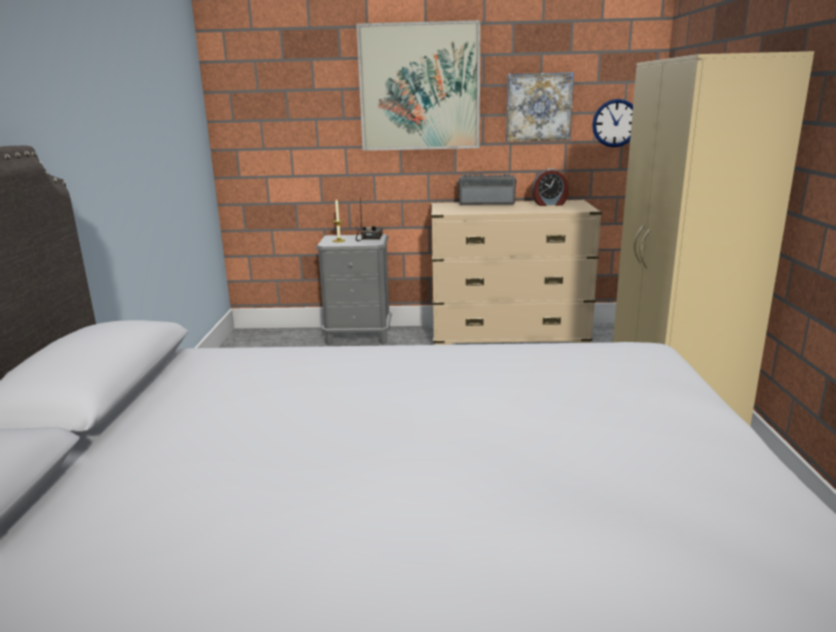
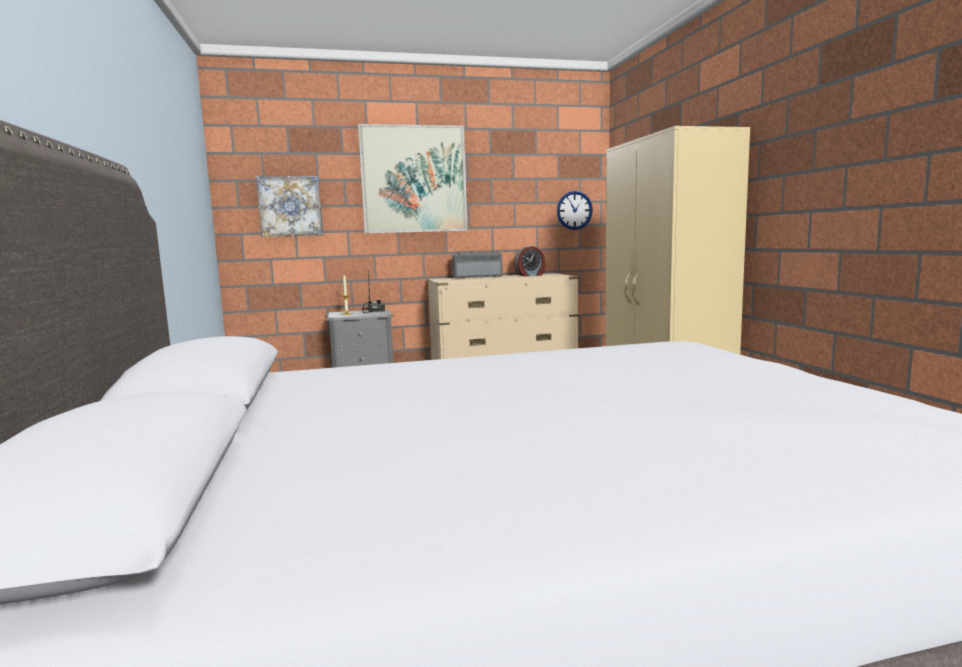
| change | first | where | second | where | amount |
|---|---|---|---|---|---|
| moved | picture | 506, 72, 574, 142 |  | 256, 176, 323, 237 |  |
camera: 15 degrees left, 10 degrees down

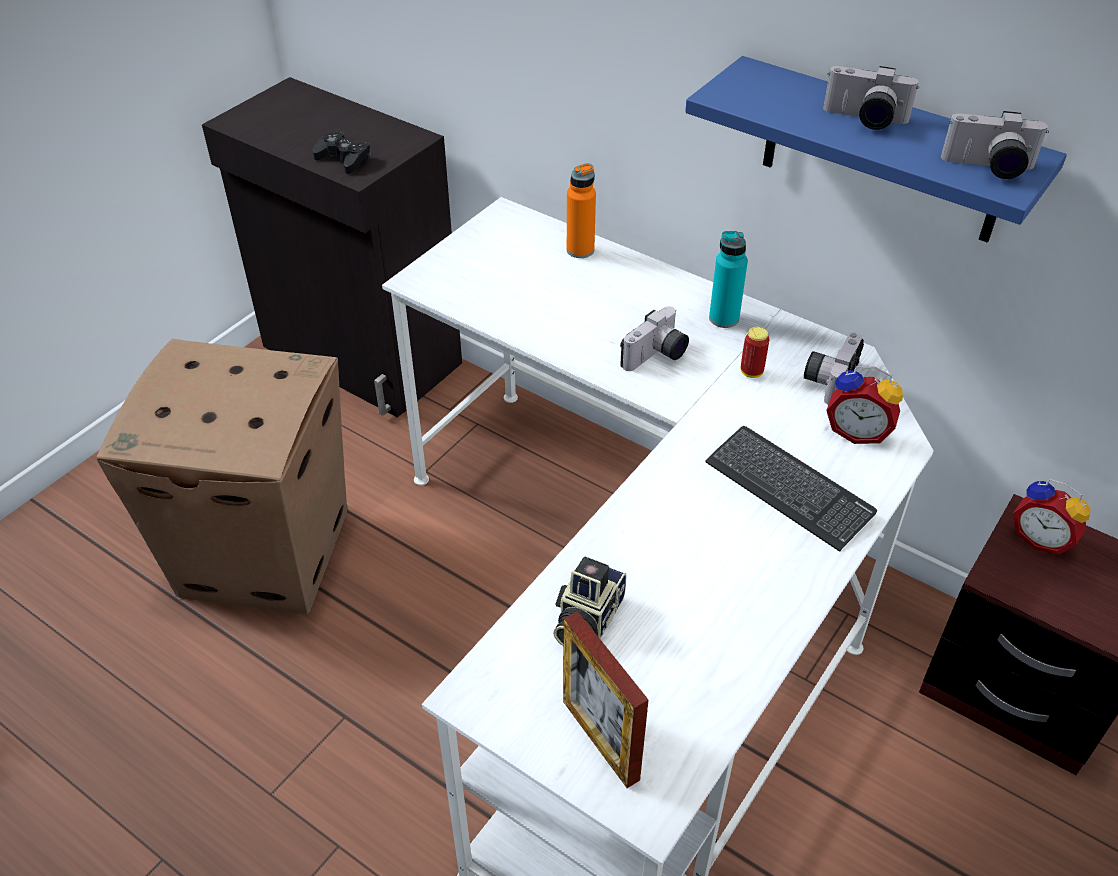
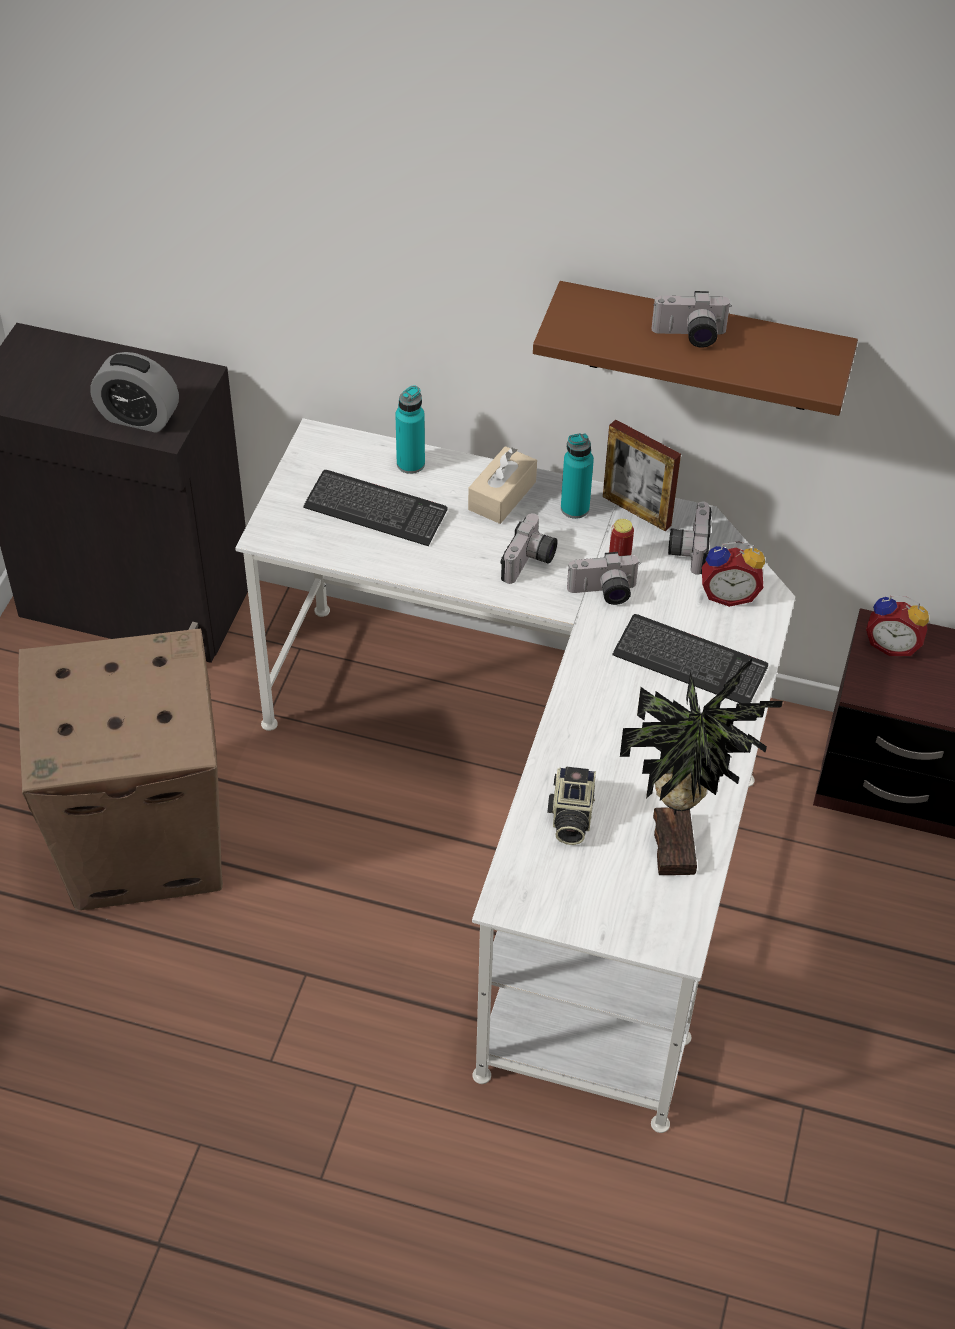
| change | first | where | second | where | amount |
|---|---|---|---|---|---|
| replaced | black gamepad | 313, 131, 371, 174 | bedside clock | 90, 352, 179, 433 |  |
| added |  |  | keyboard | 303, 470, 447, 546 |  |
| recoloured | orangey bottle | 567, 163, 596, 258 | turquoise-coloured bottle | 395, 385, 425, 474 |  |
| added |  |  | sand-coloured tissue holder | 468, 446, 537, 524 |  |
| recoloured | blue-coloured shelf | 685, 56, 1067, 243 | brown shelf | 533, 281, 858, 416 |  |
| moved | photo camera | 941, 111, 1049, 179 |  | 567, 552, 639, 605 |  |
| moved | standing frame | 563, 611, 648, 788 |  | 603, 419, 681, 532 |  |
| added |  |  | plant in a pot | 620, 659, 783, 875 |  |
camera: 20 degrees left, 5 degrees up

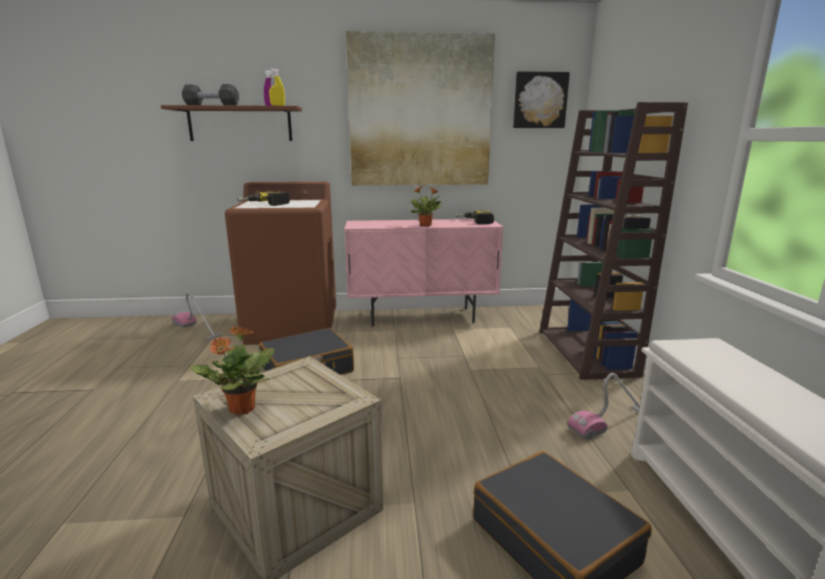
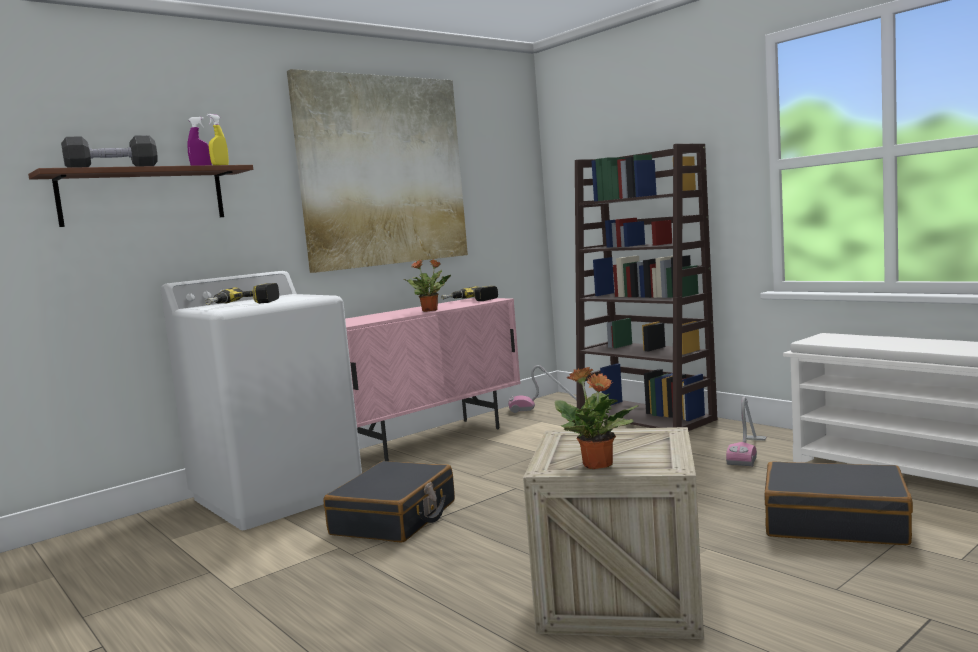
| change | first | where | second | where | amount |
|---|---|---|---|---|---|
| recoloured | brown washing machine | 225, 182, 336, 345 | whitish washing machine | 161, 271, 362, 530 |  |
| moved | vacuum cleaner | 172, 292, 222, 340 |  | 508, 365, 577, 413 |  |
| removed | picture | 513, 71, 570, 128 |  |  |  |
camera: 35 degrees left, 10 degrees down

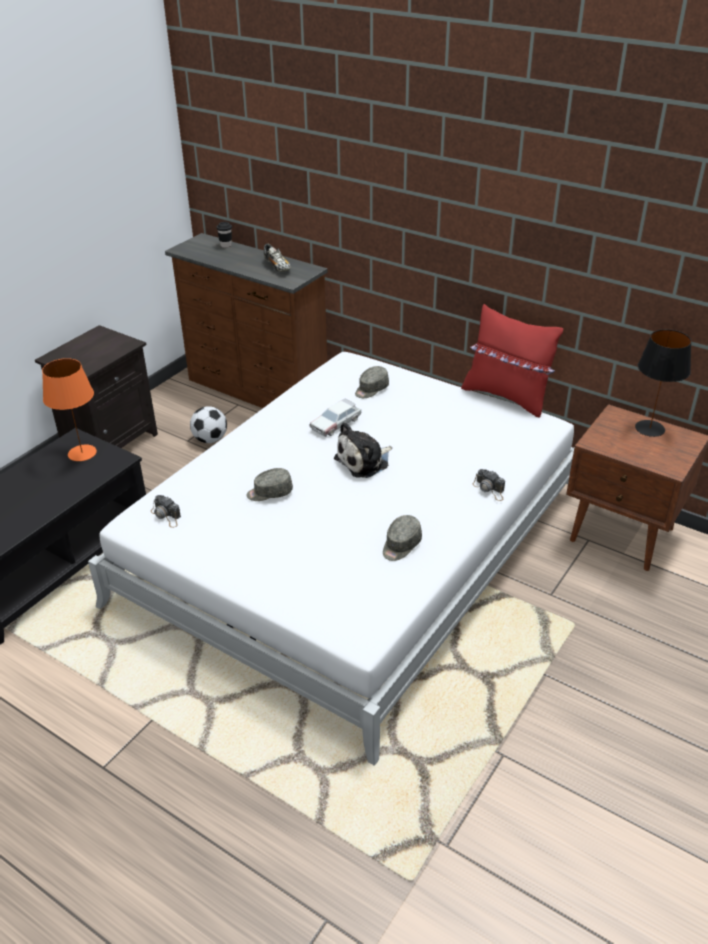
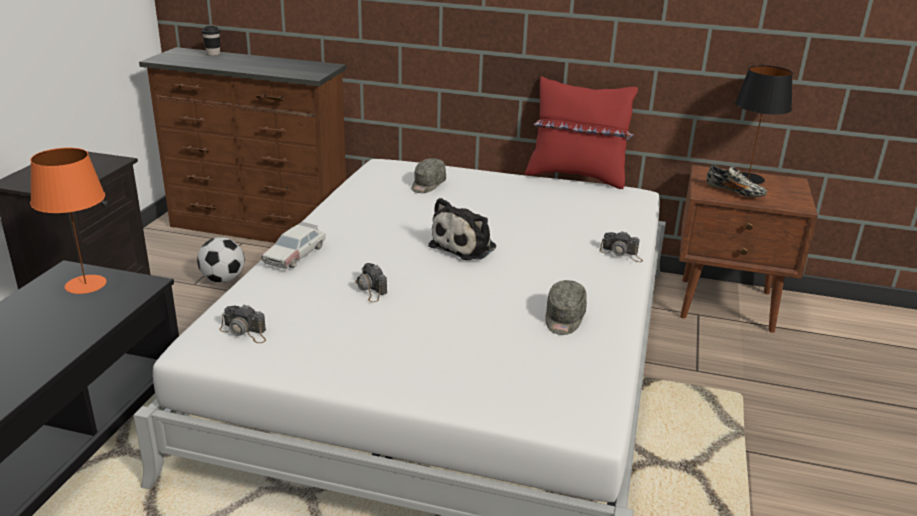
| change | first | where | second | where | amount |
|---|---|---|---|---|---|
| moved | miniature car | 309, 398, 361, 437 |  | 261, 222, 326, 270 |  |
| replaced | grey cap | 246, 468, 293, 501 | photo camera | 355, 263, 387, 302 |  |
| moved | low shoe | 264, 244, 291, 272 |  | 706, 164, 767, 197 |  |
camera: 20 degrees left, 10 degrees down

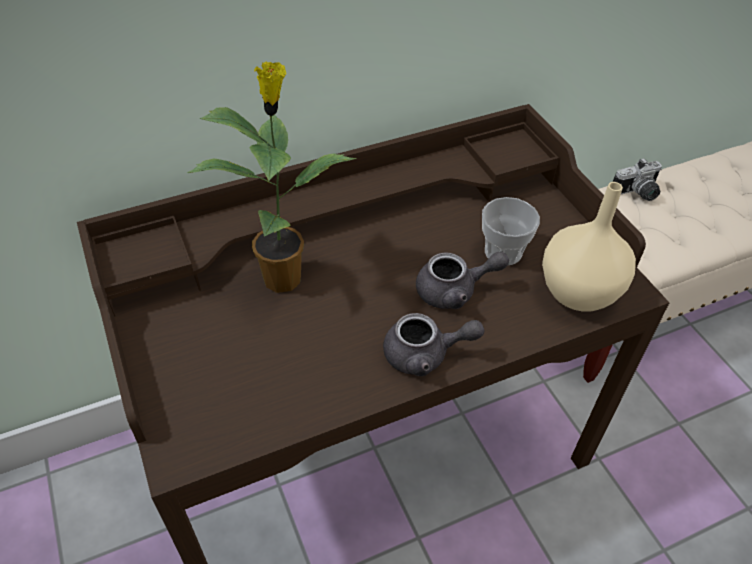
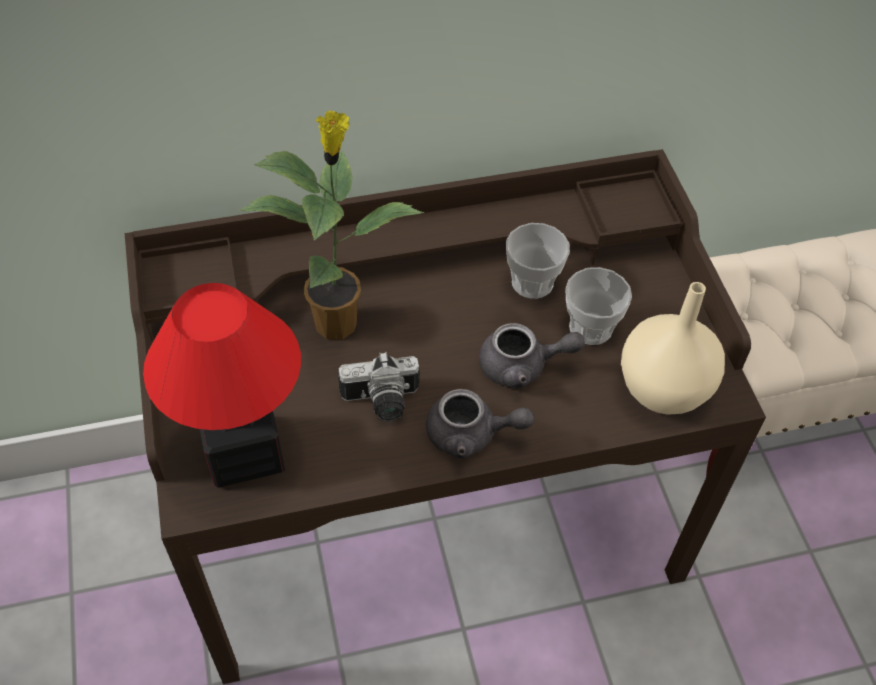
| change | first | where | second | where | amount |
|---|---|---|---|---|---|
| added |  |  | lamp for a table | 143, 283, 301, 488 |  |
| moved | photo camera | 613, 158, 662, 201 |  | 338, 352, 419, 422 |  |
| added |  |  | cup | 506, 223, 570, 299 |  |
camera: 10 degrees right, 5 degrees up

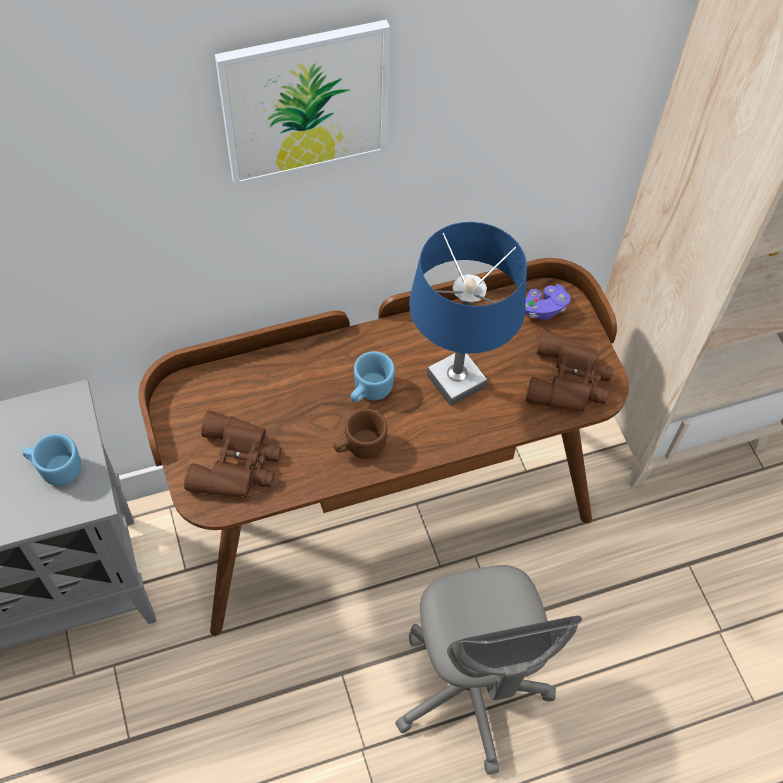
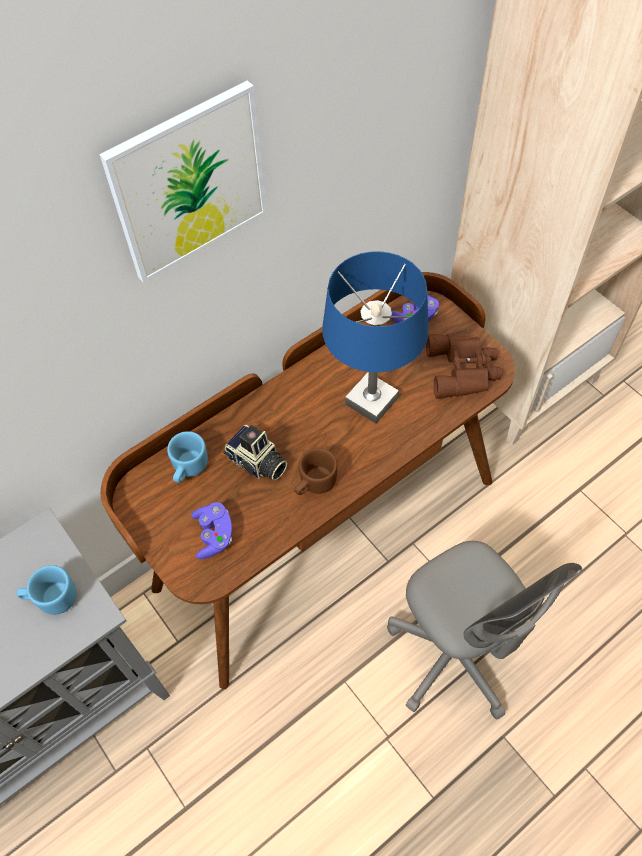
| change | first | where | second | where | amount |
|---|---|---|---|---|---|
| moved | blue-coloured mug | 350, 351, 395, 402 |  | 167, 431, 208, 483 |  |
| replaced | brown pair of binoculars | 184, 410, 281, 497 | purple gamepad | 191, 502, 232, 559 |  |
| added |  |  | photo camera | 223, 425, 288, 481 |  |
camera: 15 degrees left, 0 degrees up

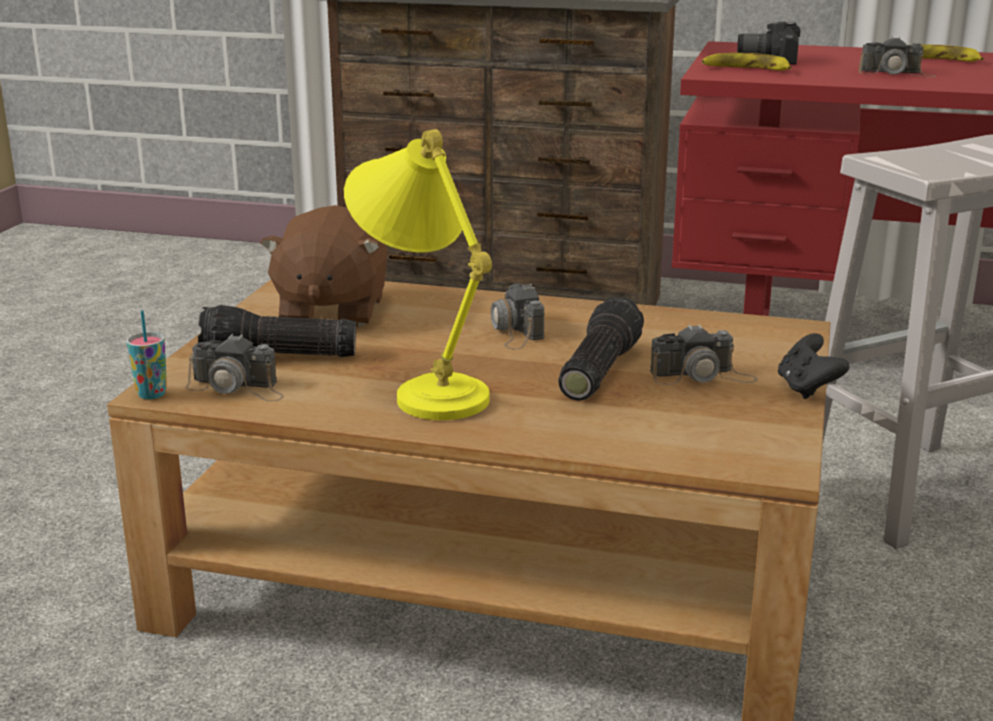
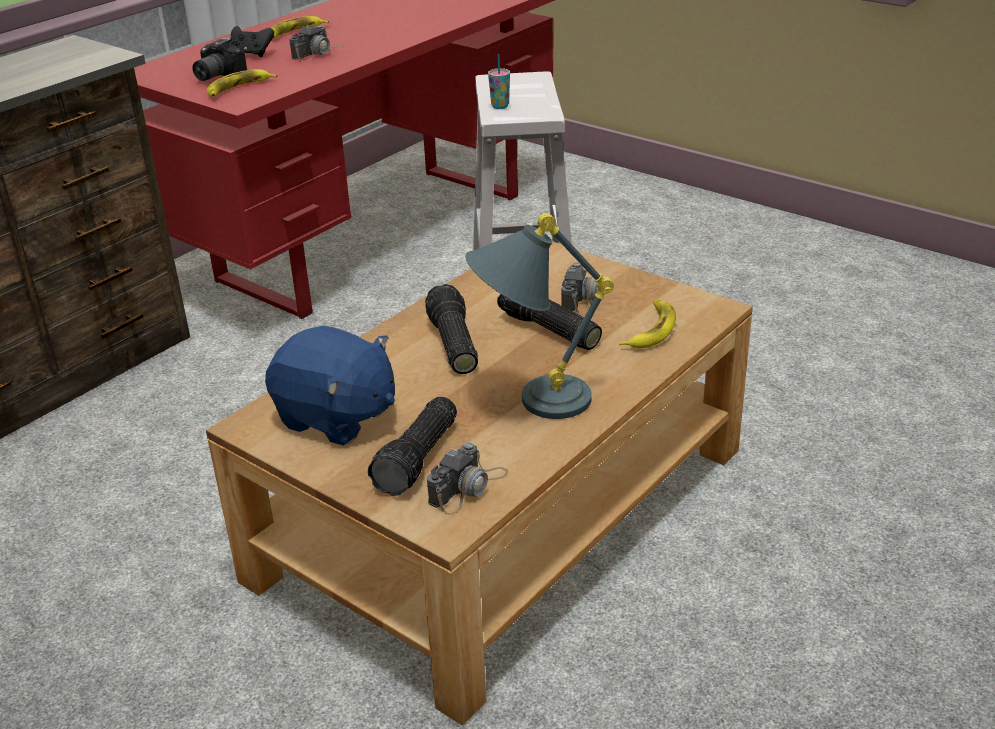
| change | first | where | second | where | amount |
|---|---|---|---|---|---|
| moved | black gamepad | 778, 333, 850, 399 |  | 231, 26, 274, 57 |  |
| recoloured | brown cuddly toy | 260, 205, 388, 327 | blue-coloured cuddly toy | 265, 326, 395, 446 |  |
| replaced | photo camera | 491, 283, 545, 350 | torch | 425, 284, 478, 374 |  |
| recoloured | yellow-coloured lamp for a table | 344, 129, 492, 420 | grey lamp for a table | 465, 213, 614, 419 |  |
| moved | cup | 126, 310, 167, 399 |  | 488, 54, 510, 109 |  |
| added |  |  | banana fruit | 619, 300, 676, 348 |  |
camera: 65 degrees left, 10 degrees up

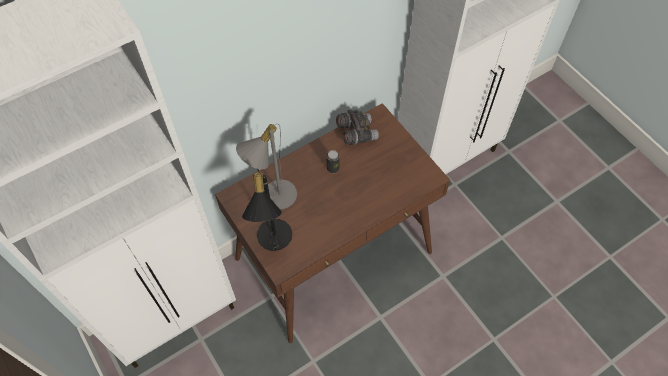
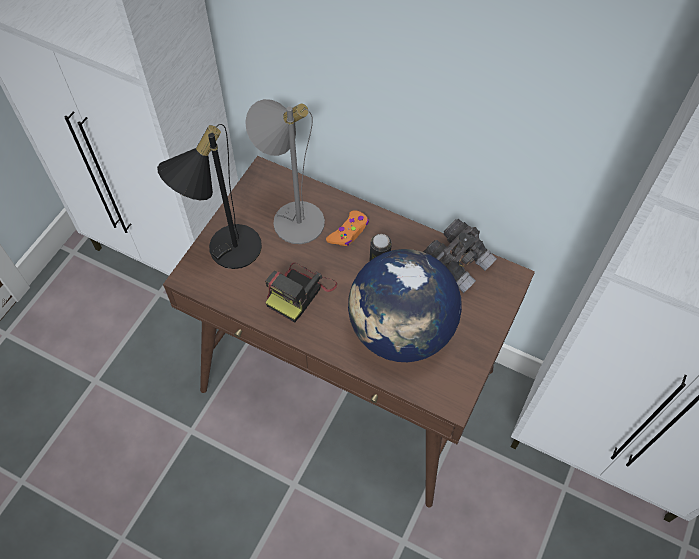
| change | first | where | second | where | amount |
|---|---|---|---|---|---|
| added |  |  | photo camera | 265, 262, 337, 323 |  |
| added |  |  | orangey gamepad | 326, 210, 369, 246 |  |
| added |  |  | globe | 348, 249, 462, 362 |  |
camera: 60 degrees right, 0 degrees up

